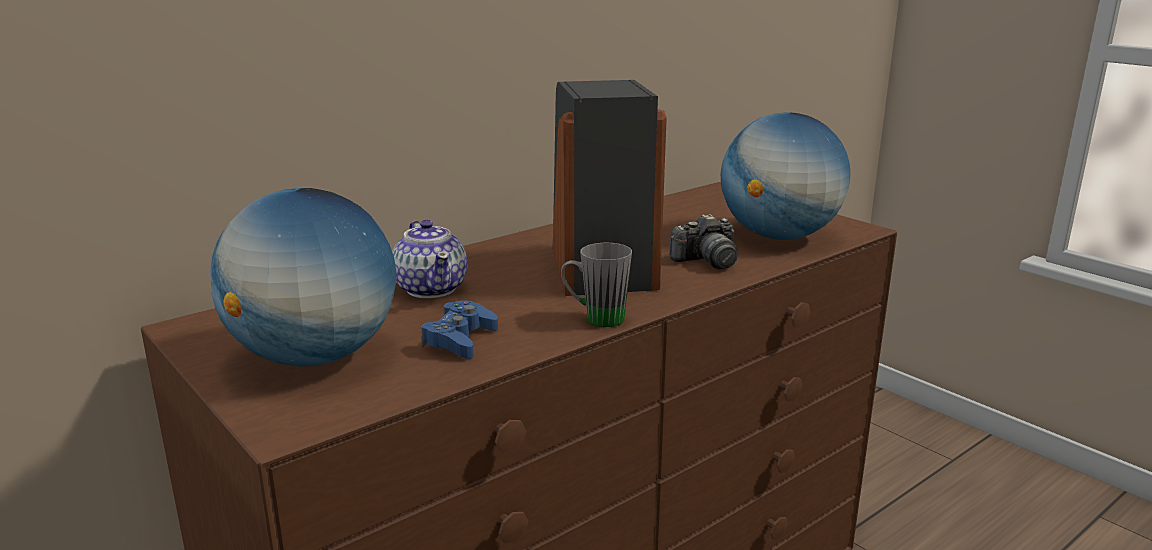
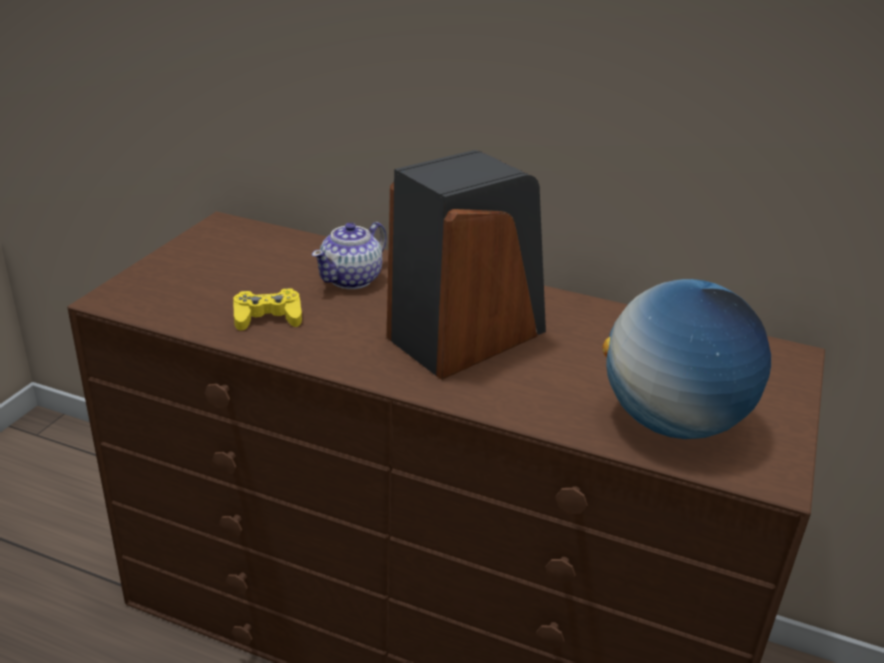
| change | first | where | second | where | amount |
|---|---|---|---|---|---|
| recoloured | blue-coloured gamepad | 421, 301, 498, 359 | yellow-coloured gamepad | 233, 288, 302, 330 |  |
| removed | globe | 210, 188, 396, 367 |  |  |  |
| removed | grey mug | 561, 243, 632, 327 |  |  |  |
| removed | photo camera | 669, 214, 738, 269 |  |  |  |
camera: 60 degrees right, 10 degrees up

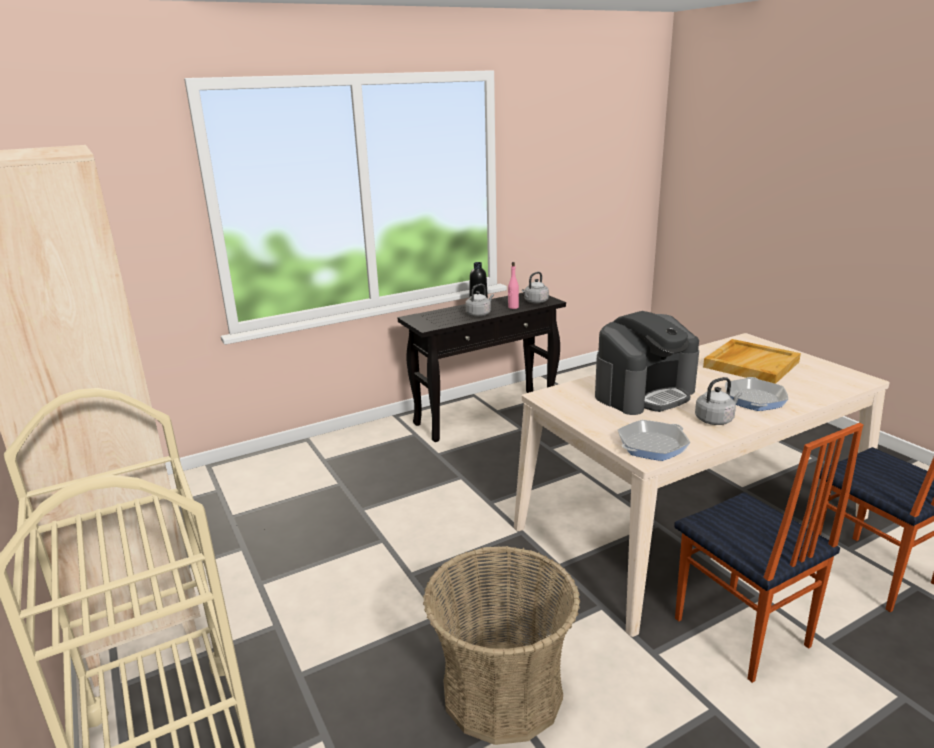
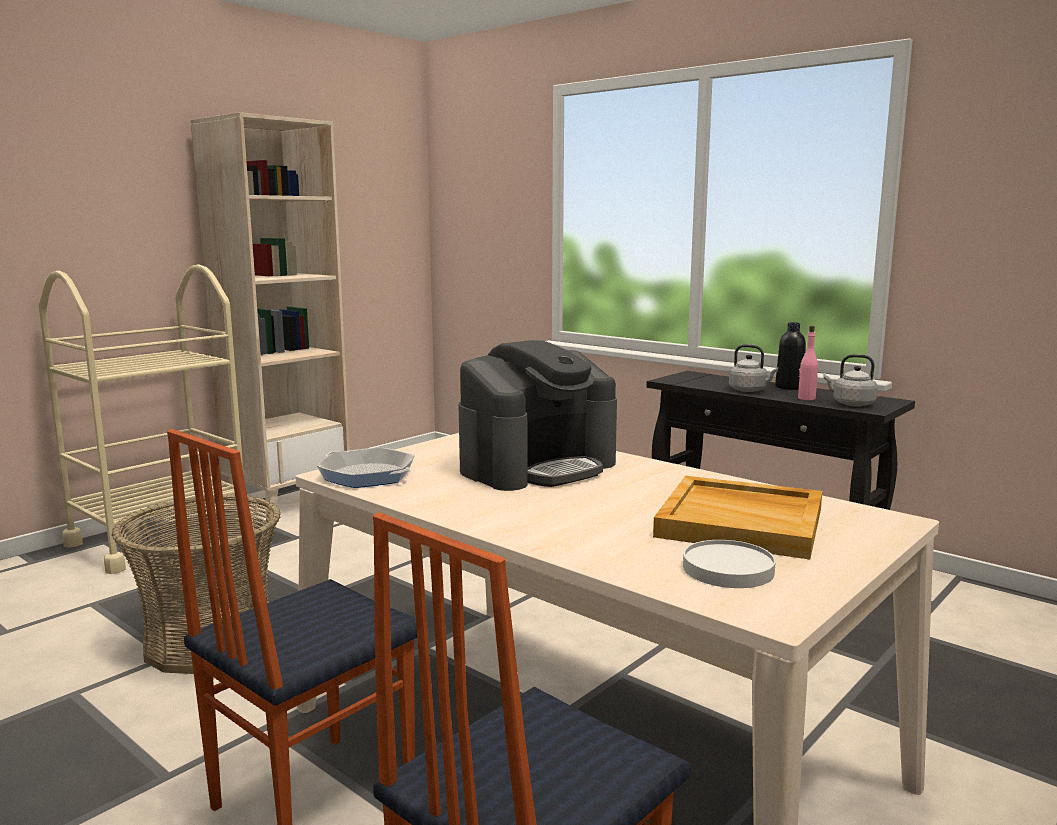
| change | first | where | second | where | amount |
|---|---|---|---|---|---|
| turned | coffee maker | 595, 311, 699, 415 |  | 459, 340, 617, 491 | 75 degrees counterclockwise |
| added |  |  | whitish dinner plate | 683, 540, 776, 588 |  |
| removed | grey water kettle | 695, 377, 742, 425 |  |  |  |
| removed | skillet | 725, 377, 788, 411 |  |  |  |
camera: 70 degrees right, 10 degrees down

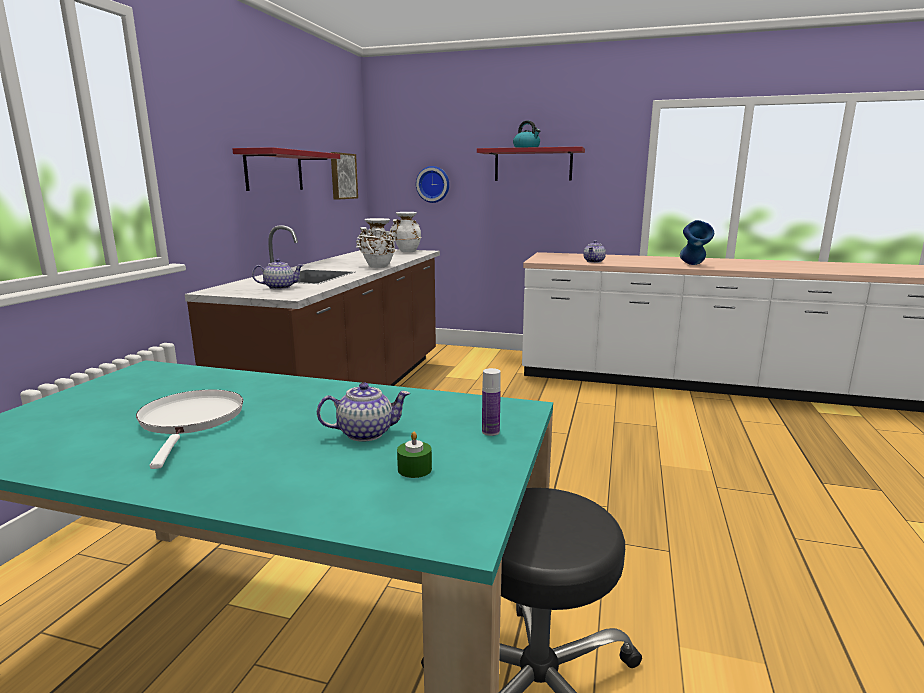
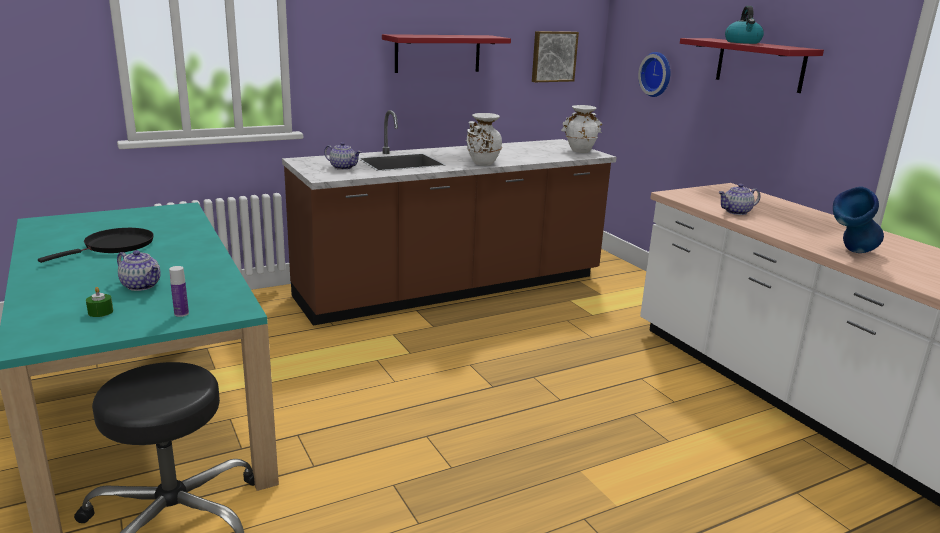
| change | first | where | second | where | amount |
|---|---|---|---|---|---|
| recoloured | whitish skillet | 136, 390, 243, 469 | black skillet | 38, 228, 154, 263 |  |
camera: 45 degrees right, 5 degrees up

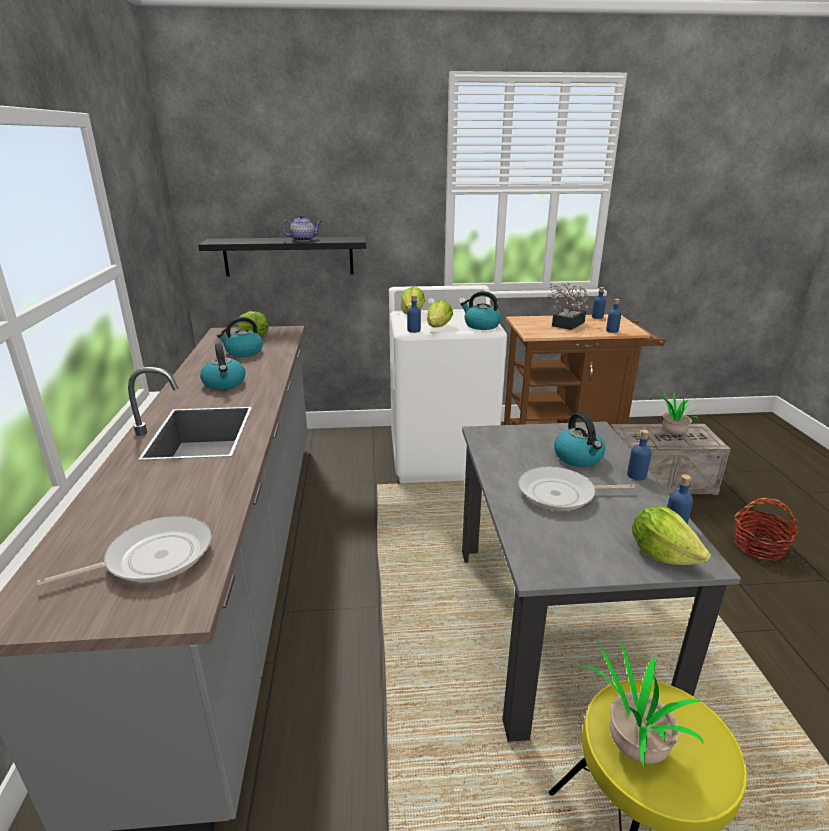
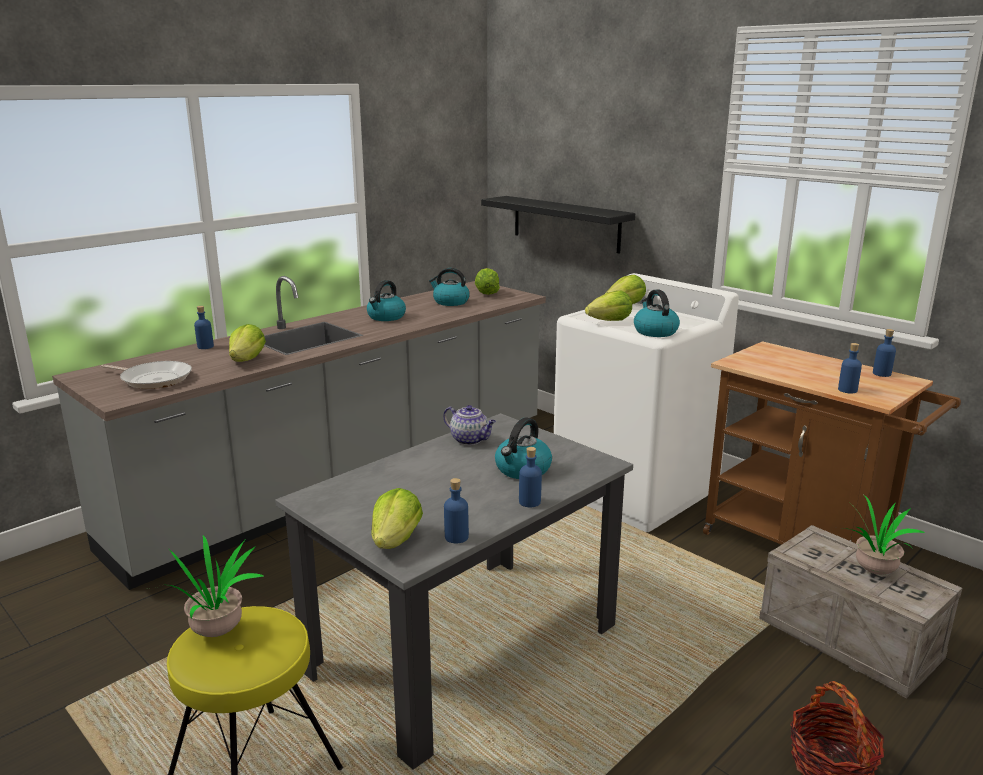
| change | first | where | second | where | amount |
|---|---|---|---|---|---|
| moved | blue-coloured bottle | 407, 295, 421, 333 |  | 194, 306, 214, 349 |  |
| added |  |  | lettuce | 229, 324, 266, 362 |  |
| moved | pot for tea | 281, 215, 322, 241 |  | 443, 405, 496, 445 |  |
| removed | skillet | 518, 467, 635, 511 |  |  |  |
| removed | plant in a pot | 547, 283, 589, 330 |  |  |  |
camera: 50 degrees right, 5 degrees down

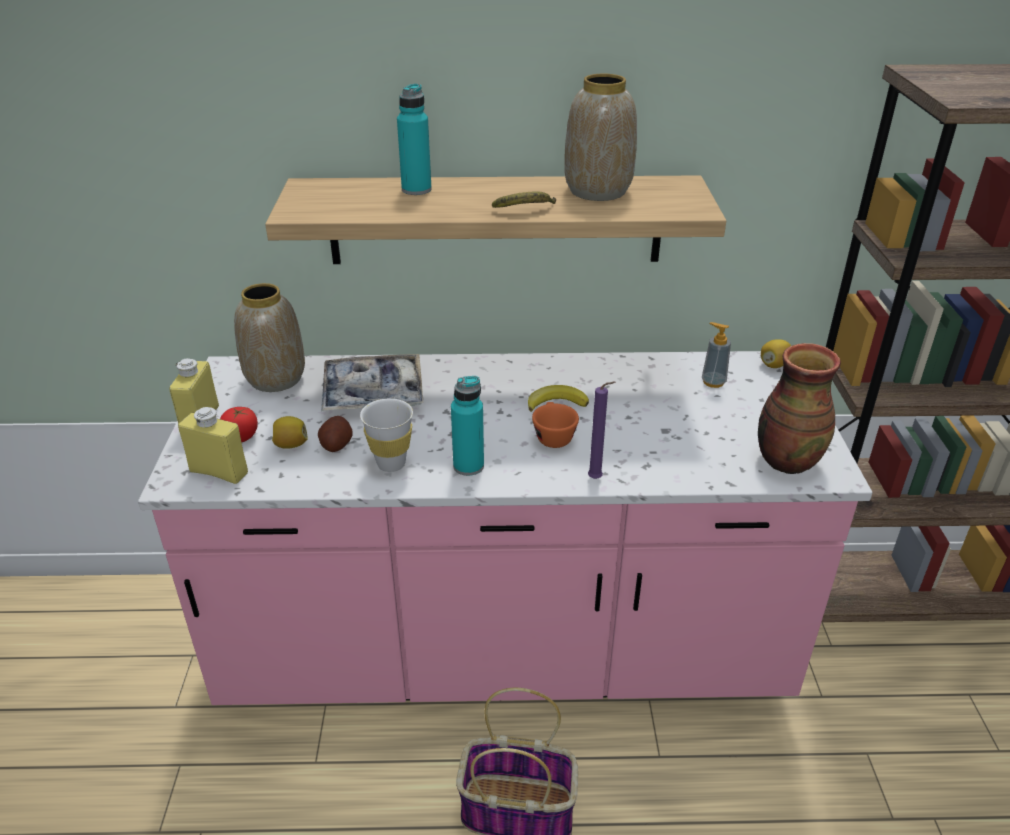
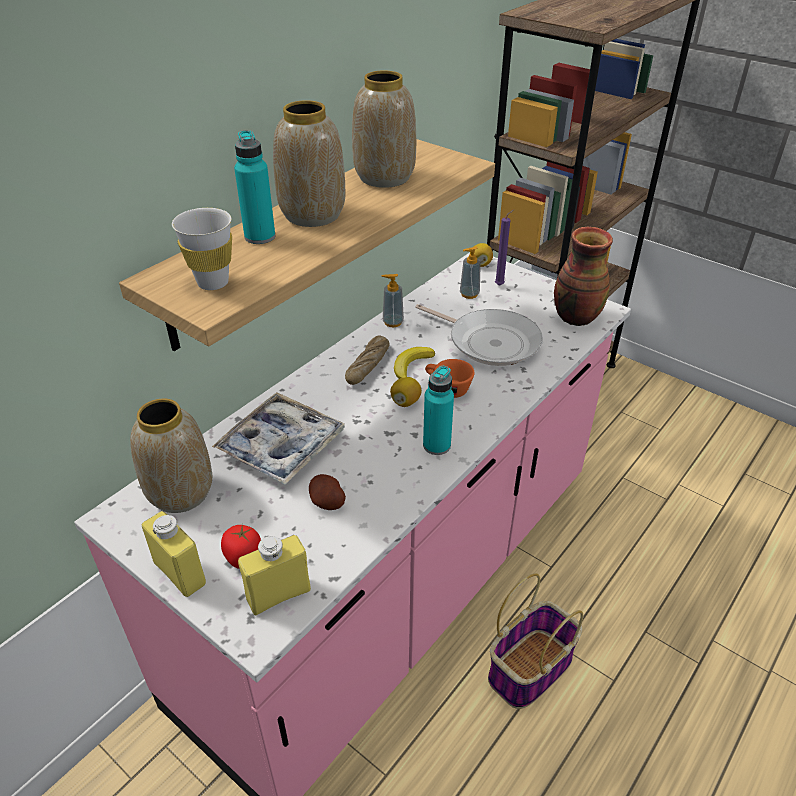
| change | first | where | second | where | amount |
|---|---|---|---|---|---|
| moved | whitish cup | 360, 398, 413, 472 |  | 172, 208, 232, 290 |  |
| added |  |  | vase | 273, 100, 345, 227 |  |
| added |  |  | baked bread | 345, 335, 390, 385 |  |
| added |  |  | soap dispenser | 382, 274, 404, 327 |  |
| moved | whole lemon | 272, 416, 308, 449 |  | 390, 377, 421, 407 |  |
| added |  |  | skillet | 415, 304, 543, 366 |  |
| moved | purple wax light | 588, 381, 615, 479 |  | 495, 210, 514, 286 |  |
| removed | banana fruit | 492, 191, 556, 208 |  |  |  |
camera: 50 degrees left, 5 degrees up

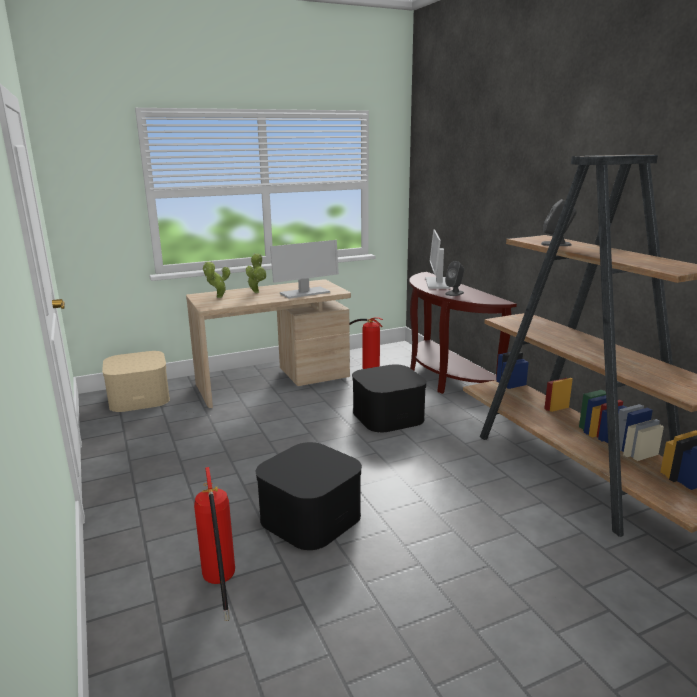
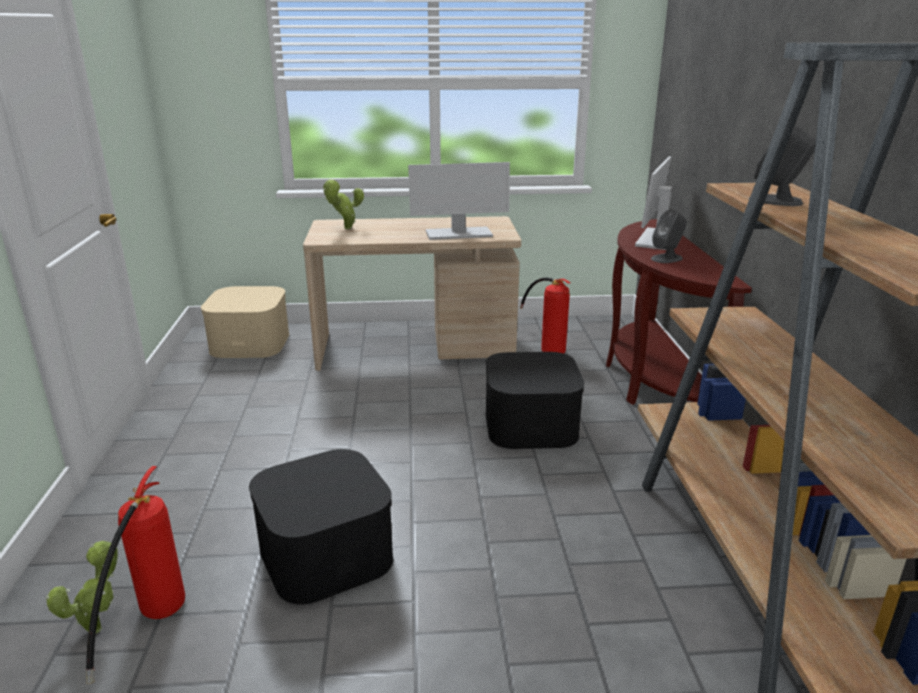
| change | first | where | second | where | amount |
|---|---|---|---|---|---|
| moved | plant in a pot | 246, 253, 266, 293 |  | 46, 541, 118, 633 |  |
camera: 20 degrees right, 5 degrees up

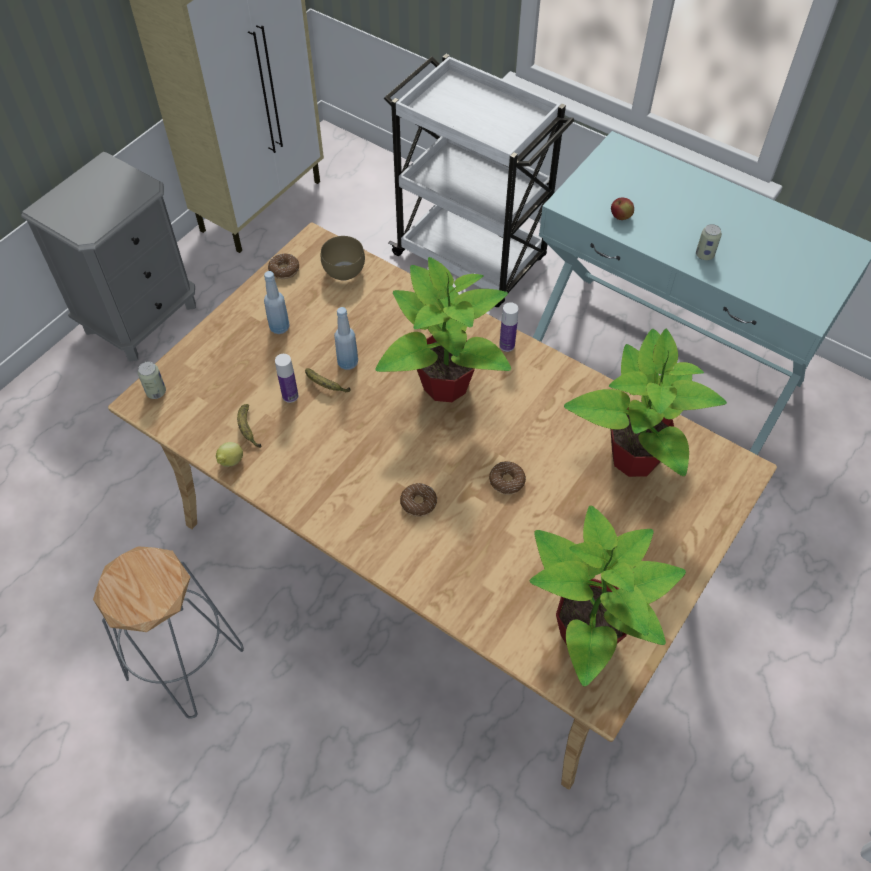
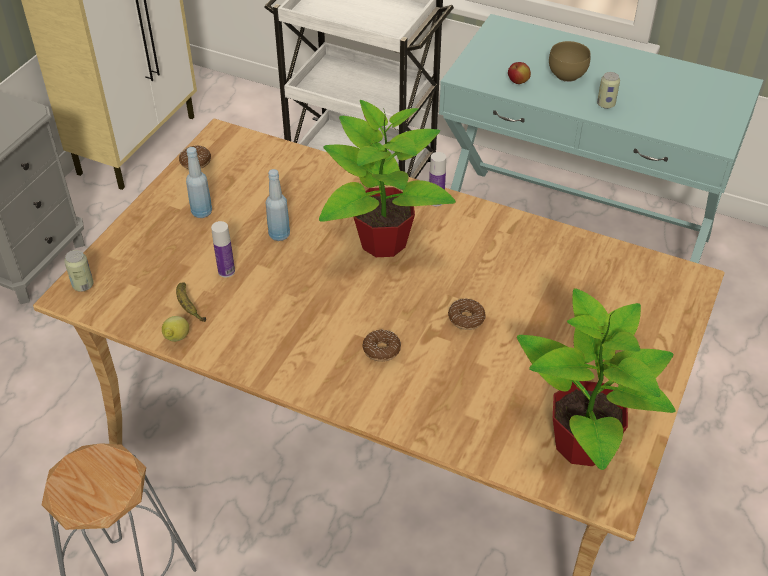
| change | first | where | second | where | amount |
|---|---|---|---|---|---|
| moved | brown deep dish | 321, 236, 365, 281 |  | 549, 41, 591, 82 |  |
| removed | banana fruit | 305, 368, 351, 392 |  |  |  |
| removed | plant in a pot | 564, 329, 727, 477 |  |  |  |
camera: 10 degrees left, 10 degrees down

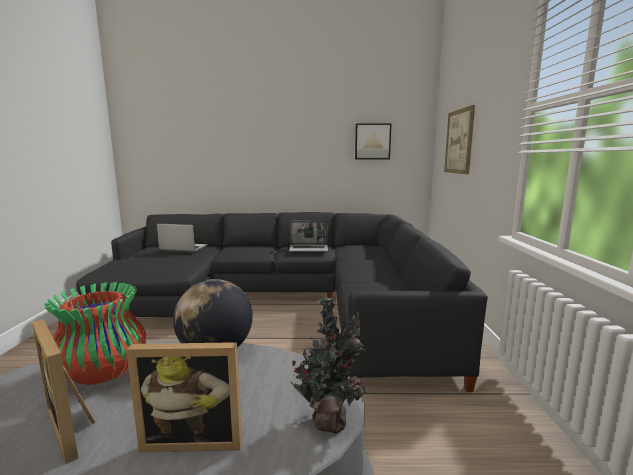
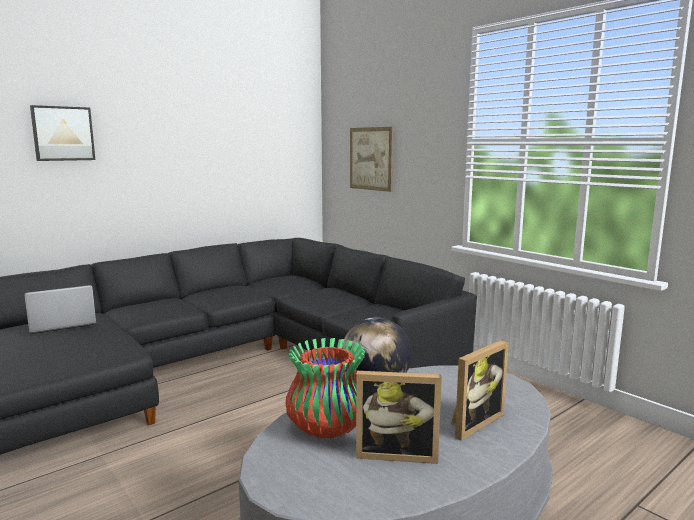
| change | first | where | second | where | amount |
|---|---|---|---|---|---|
| moved | picture | 355, 123, 392, 159 |  | 30, 105, 95, 161 |  |
| removed | notebook computer | 289, 221, 328, 252 |  |  |  |
| removed | plant in a pot | 290, 297, 365, 434 |  |  |  |
camera: 40 degrees left, 0 degrees up

